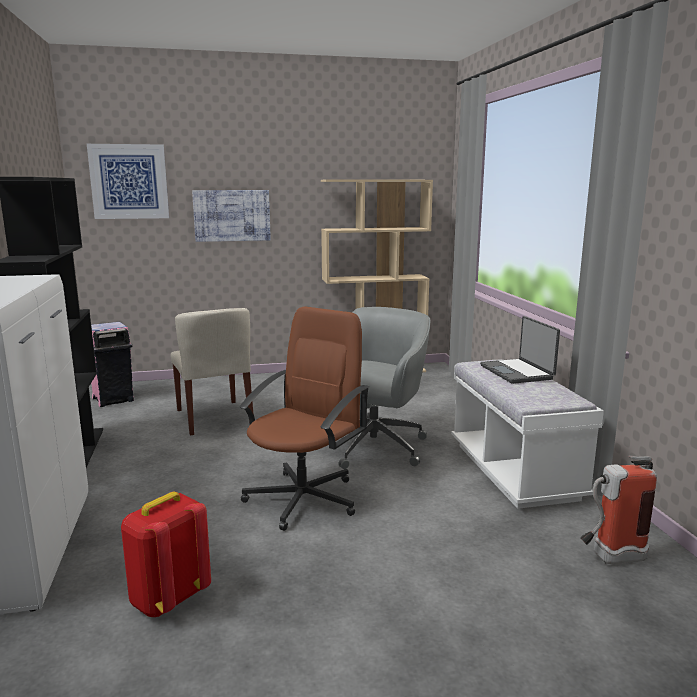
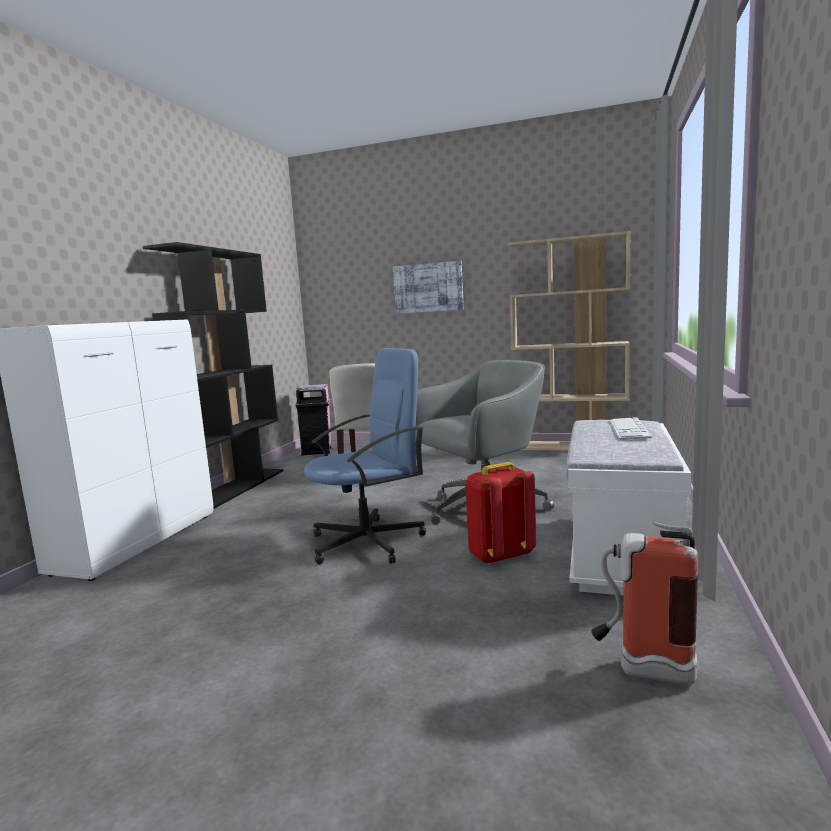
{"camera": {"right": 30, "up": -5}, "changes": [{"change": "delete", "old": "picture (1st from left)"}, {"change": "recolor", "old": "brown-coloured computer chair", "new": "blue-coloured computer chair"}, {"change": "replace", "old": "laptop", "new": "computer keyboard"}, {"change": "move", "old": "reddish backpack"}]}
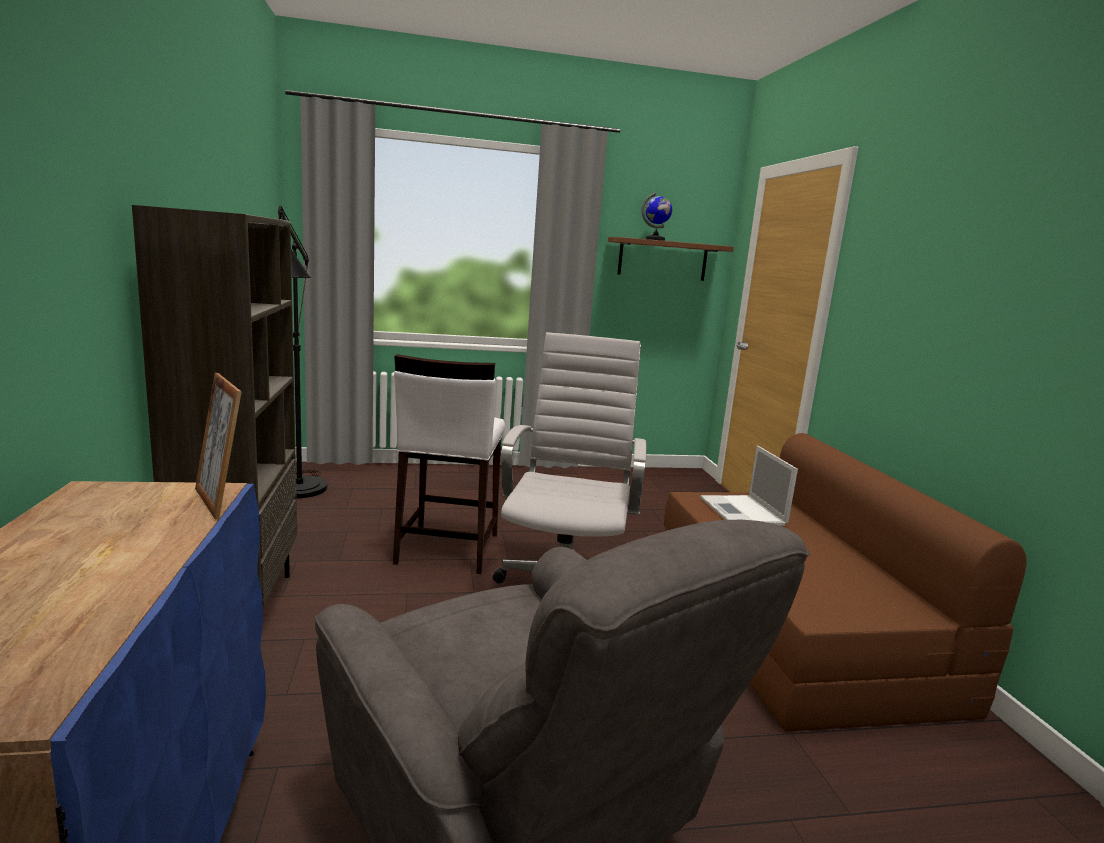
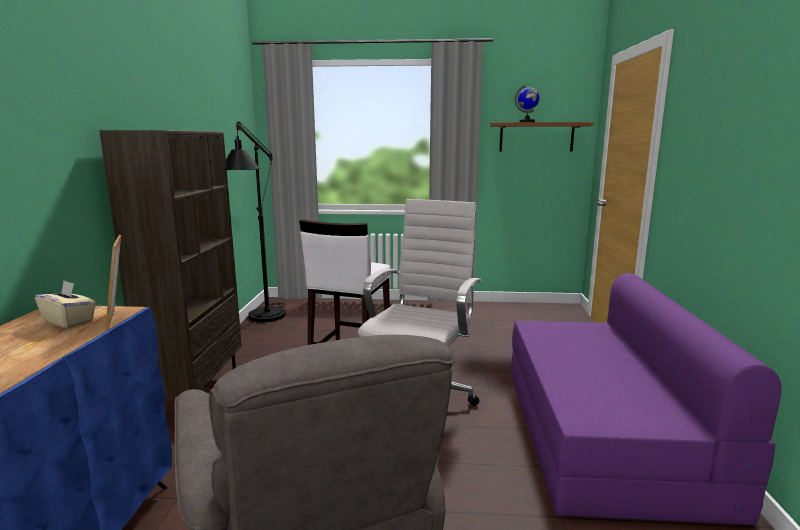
{"camera": {"right": 15, "up": 0}, "changes": [{"change": "recolor", "old": "brown-coloured sofa", "new": "purple-coloured sofa"}, {"change": "delete", "old": "laptop"}, {"change": "insert", "new": "beige-coloured box of tissues"}]}
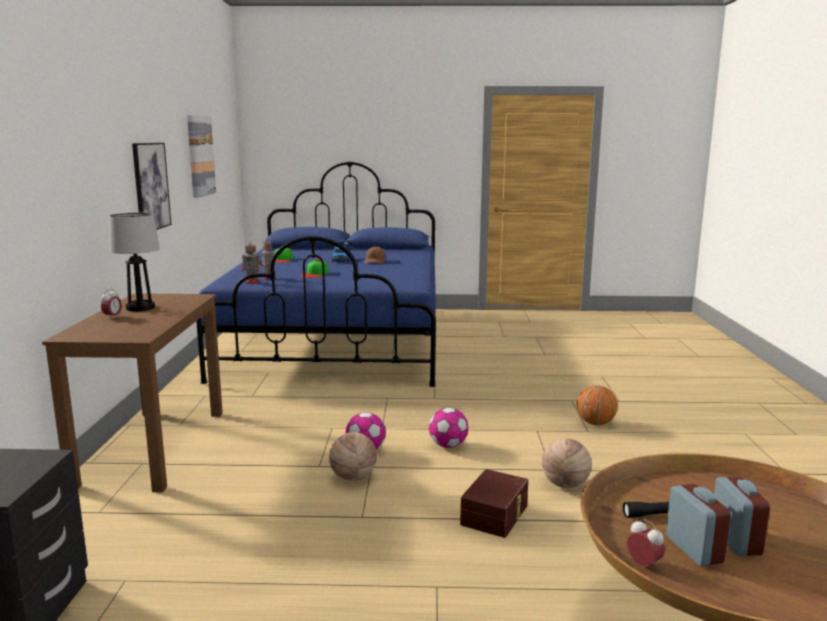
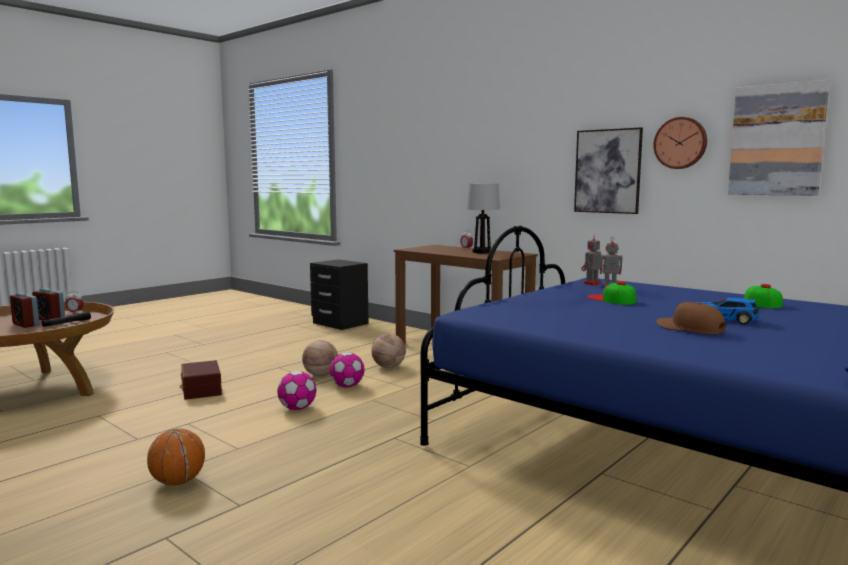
{"camera": {"right": 130, "up": -5}, "changes": [{"change": "move", "old": "ball for basketball (2nd from left in the first image)", "new": "ball for basketball (3rd from left)"}, {"change": "insert", "new": "hanging clock"}]}
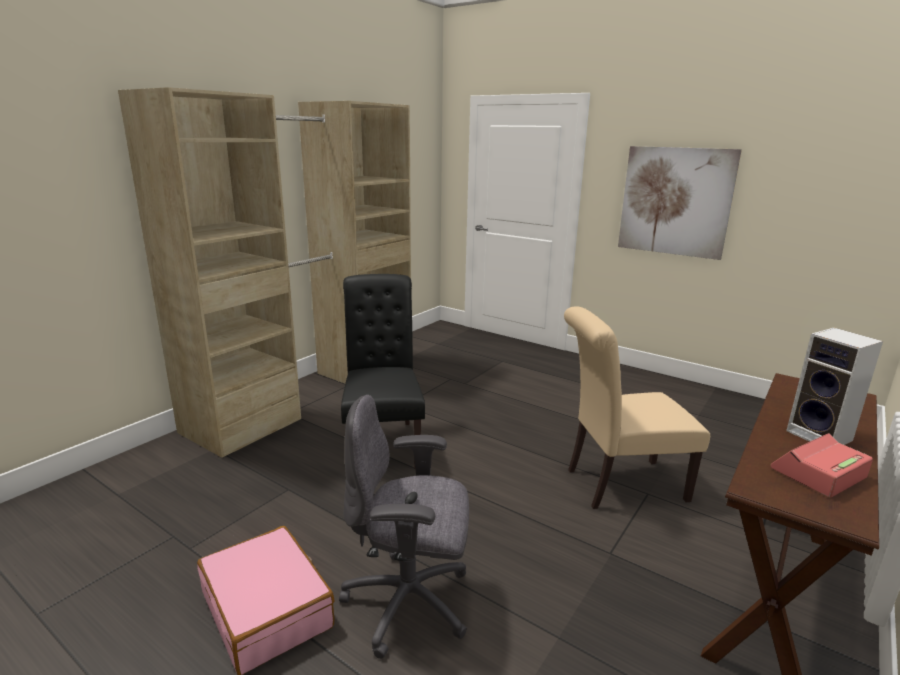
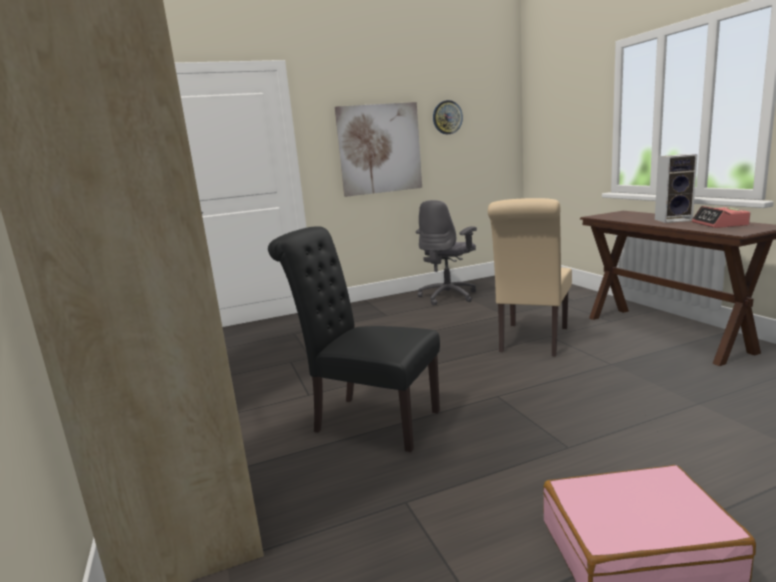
{"camera": {"right": -55, "up": -5}, "changes": [{"change": "move", "old": "gray computer chair"}, {"change": "insert", "new": "hanging clock"}]}
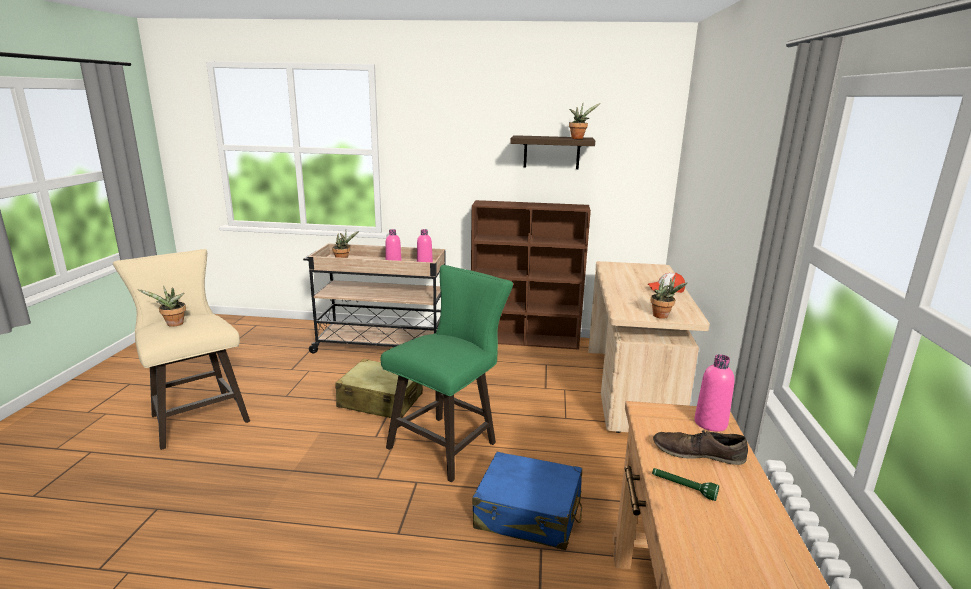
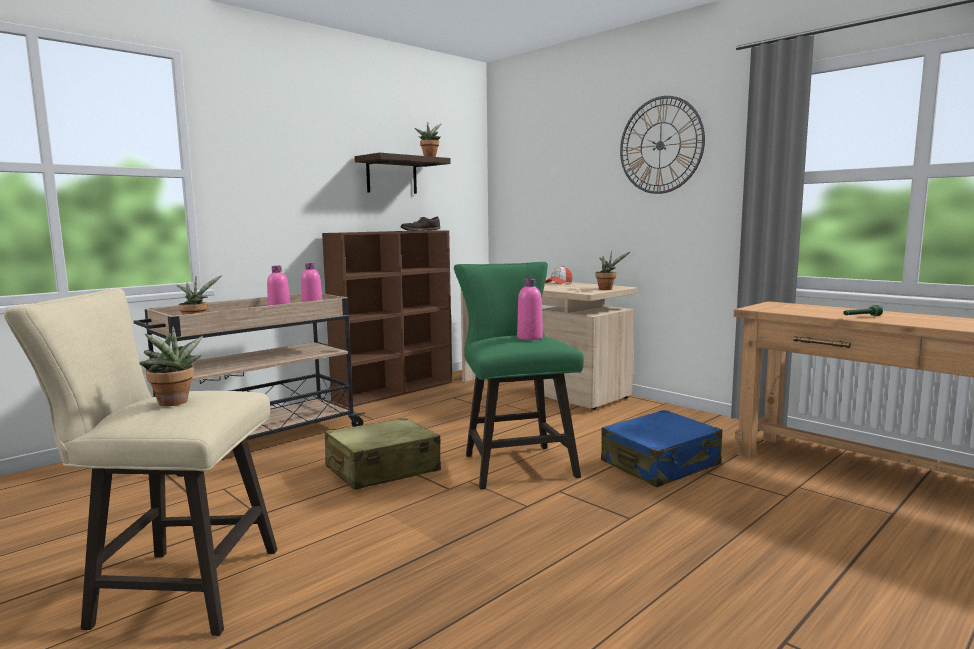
{"camera": {"right": -50, "up": -10}, "changes": [{"change": "move", "old": "pink-coloured drink bottle (3rd from left)"}, {"change": "move", "old": "brown-coloured item of footwear"}, {"change": "insert", "new": "hanging clock"}]}
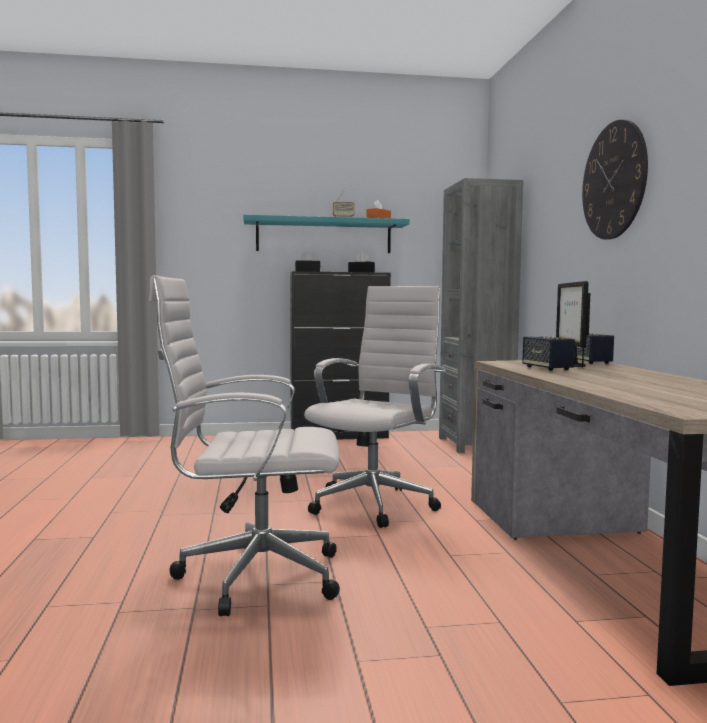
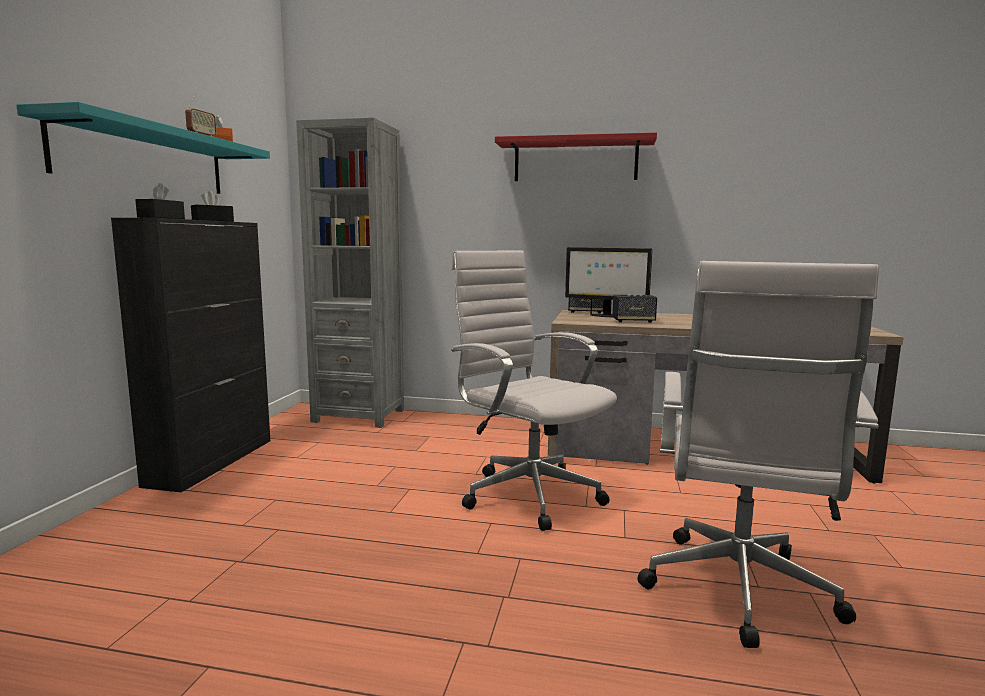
{"camera": {"right": -70, "up": 5}, "changes": [{"change": "replace", "old": "hanging clock", "new": "reddish bracket shelf"}]}
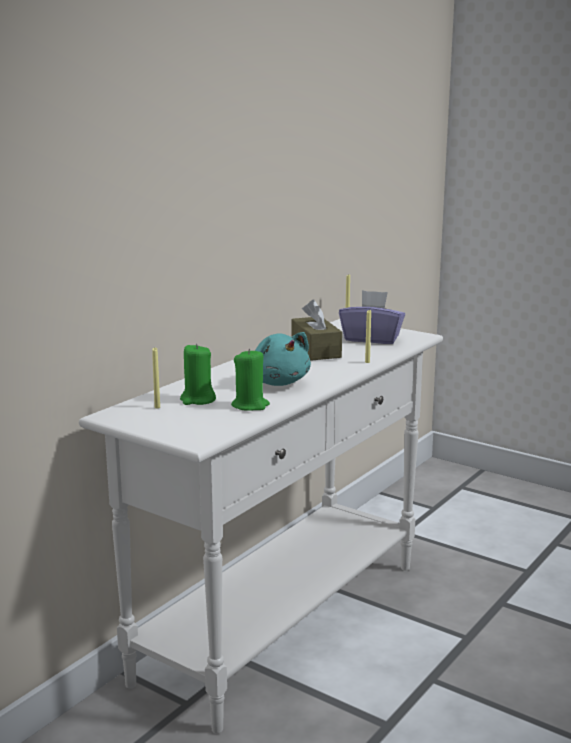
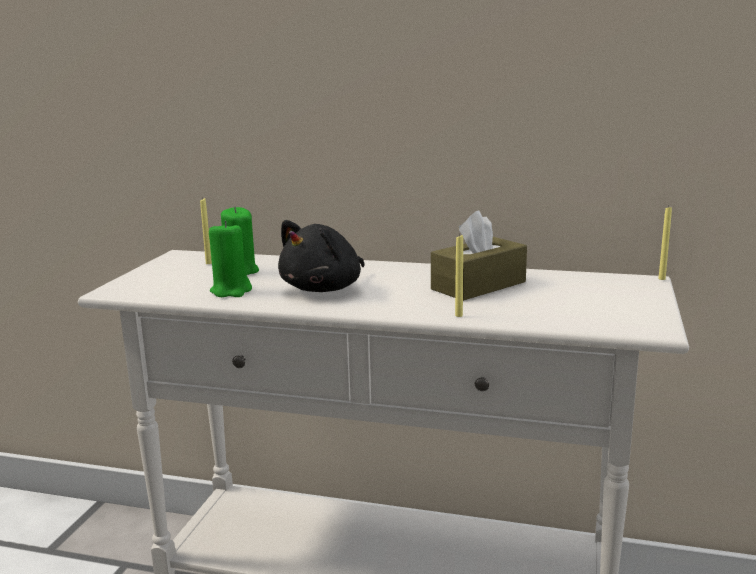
{"camera": {"right": 70, "up": 0}, "changes": [{"change": "delete", "old": "purple-coloured box of tissues"}, {"change": "recolor", "old": "blue-green soft toy", "new": "black-coloured soft toy"}]}
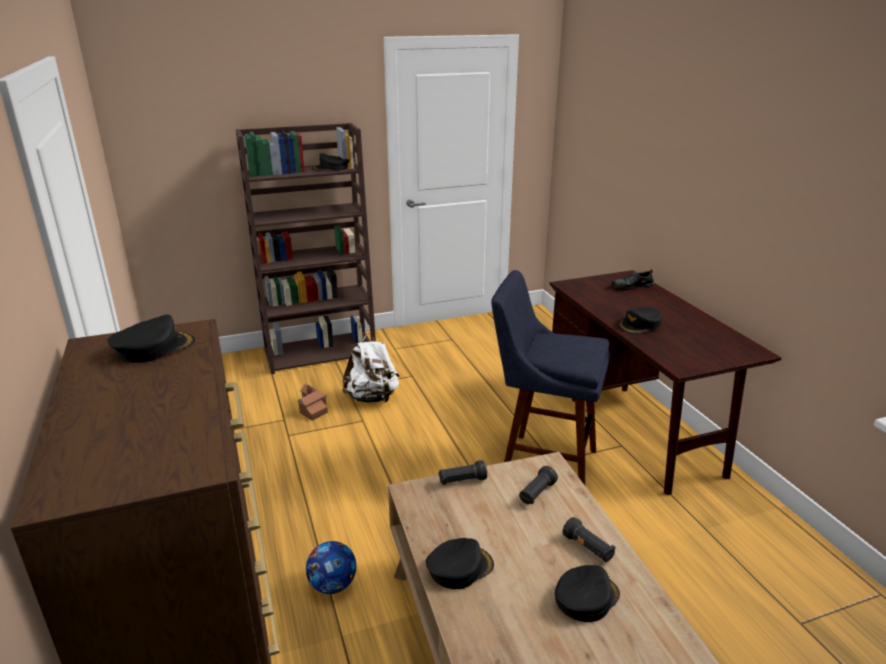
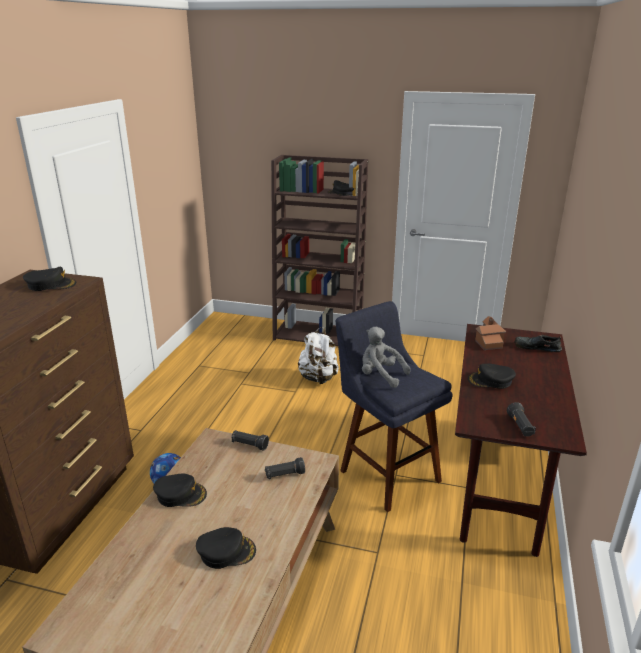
{"camera": {"right": 35, "up": 0}, "changes": [{"change": "move", "old": "miniature house"}, {"change": "move", "old": "black-coloured hand torch (3rd from left)"}, {"change": "insert", "new": "gray soft toy"}]}
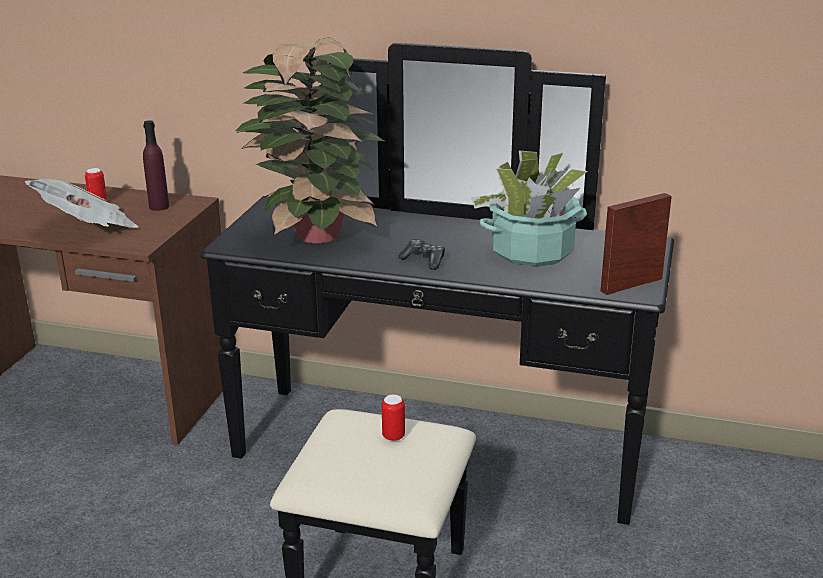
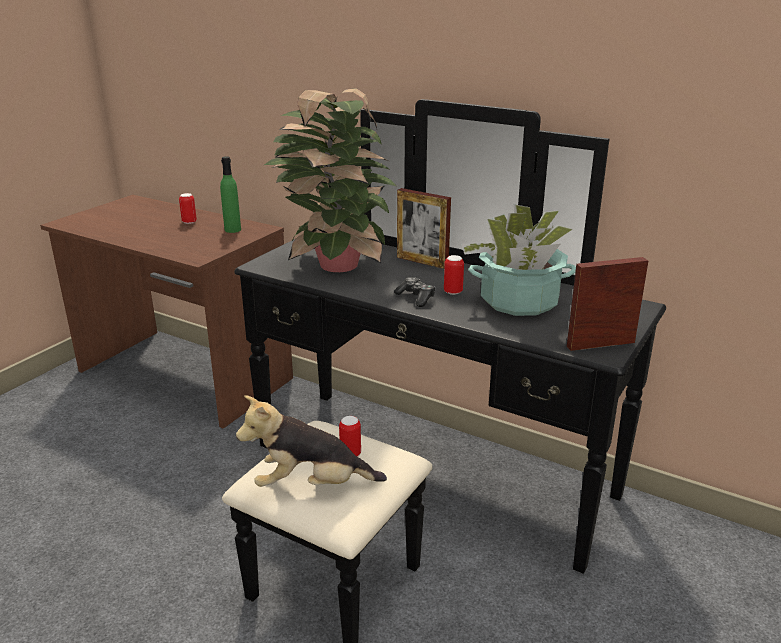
{"camera": {"right": 15, "up": 0}, "changes": [{"change": "recolor", "old": "purple-coloured drink bottle", "new": "green-coloured drink bottle"}, {"change": "delete", "old": "printed paper"}, {"change": "insert", "new": "picture frame (1st from left)"}, {"change": "insert", "new": "can (3rd from left)"}, {"change": "insert", "new": "soft toy"}]}
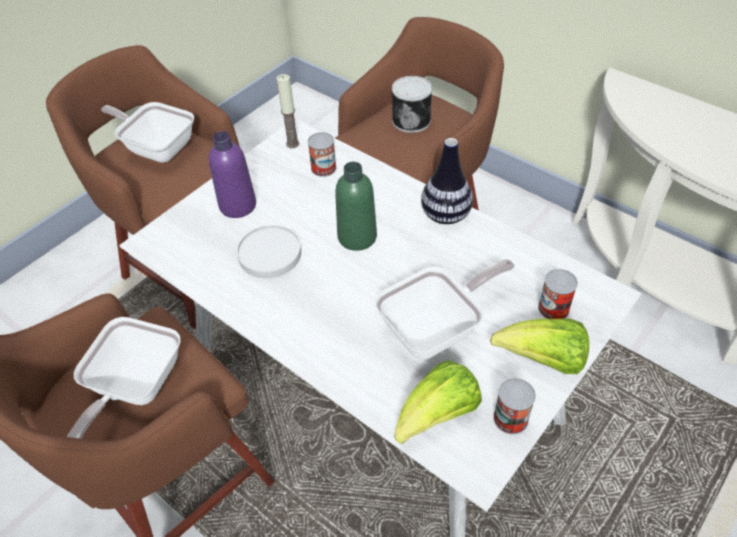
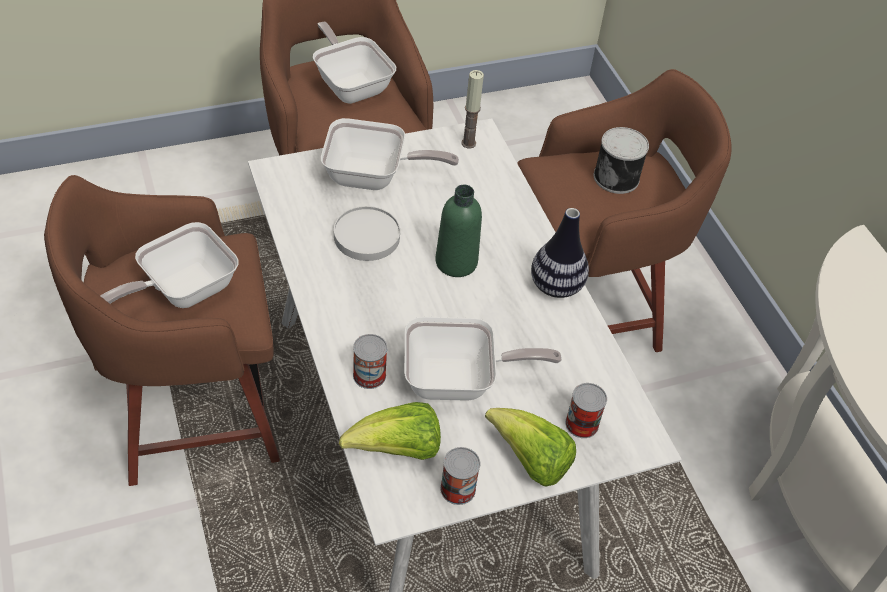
{"camera": {"right": 25, "up": 0}, "changes": [{"change": "replace", "old": "purple-coloured drink bottle", "new": "skillet (3rd from left)"}, {"change": "move", "old": "can (1st from left)"}]}
